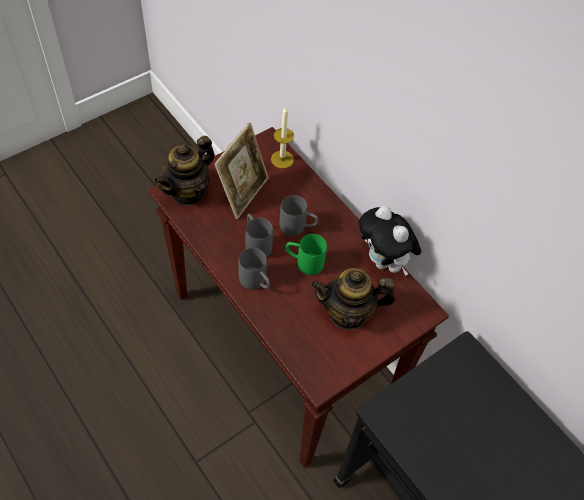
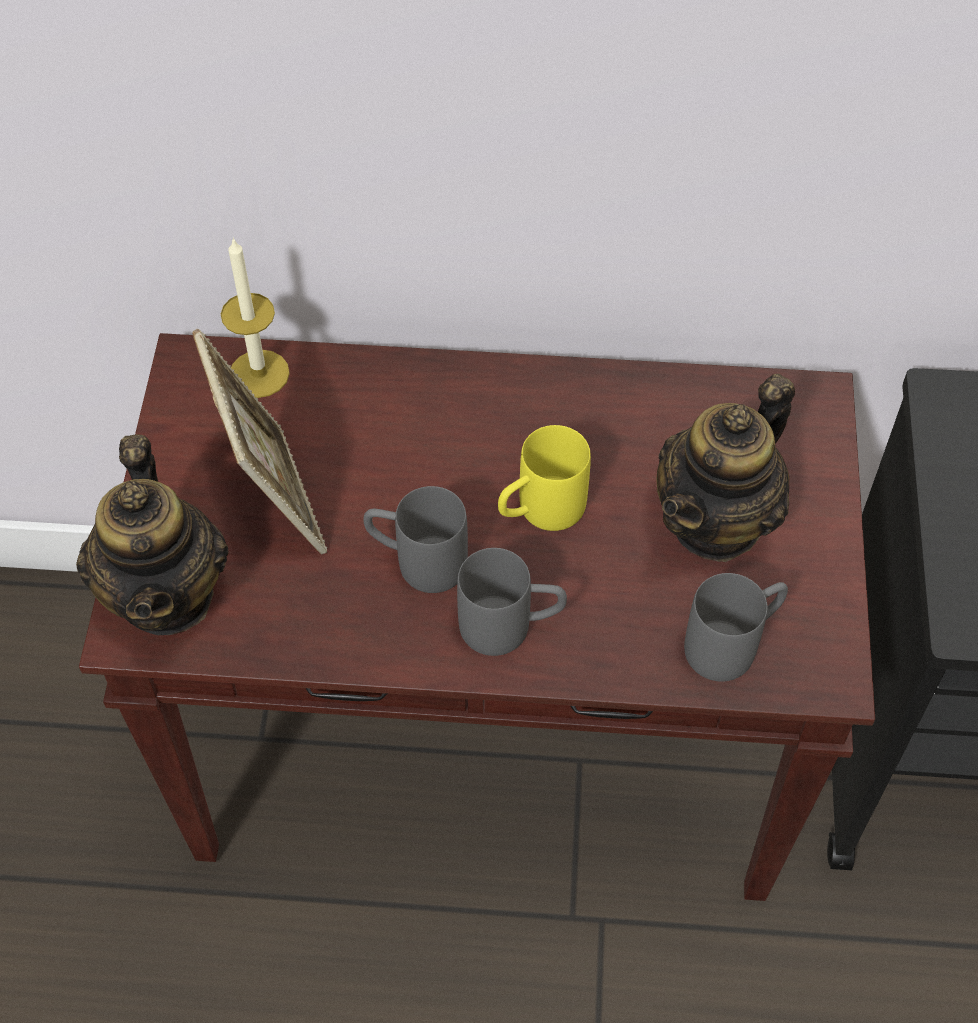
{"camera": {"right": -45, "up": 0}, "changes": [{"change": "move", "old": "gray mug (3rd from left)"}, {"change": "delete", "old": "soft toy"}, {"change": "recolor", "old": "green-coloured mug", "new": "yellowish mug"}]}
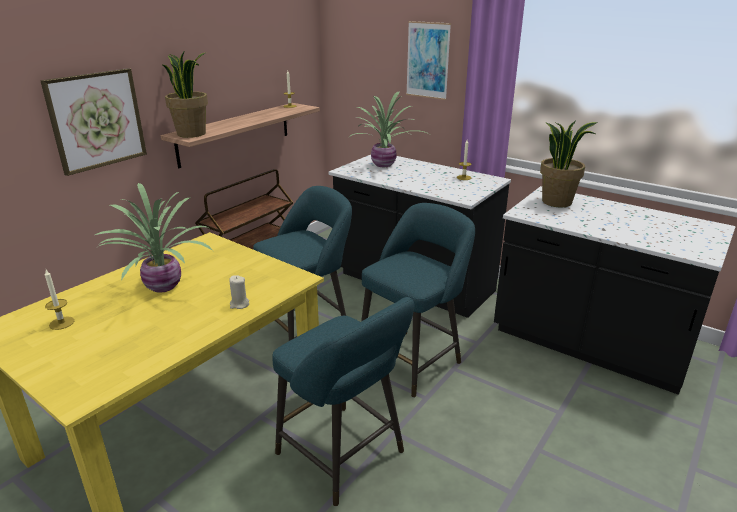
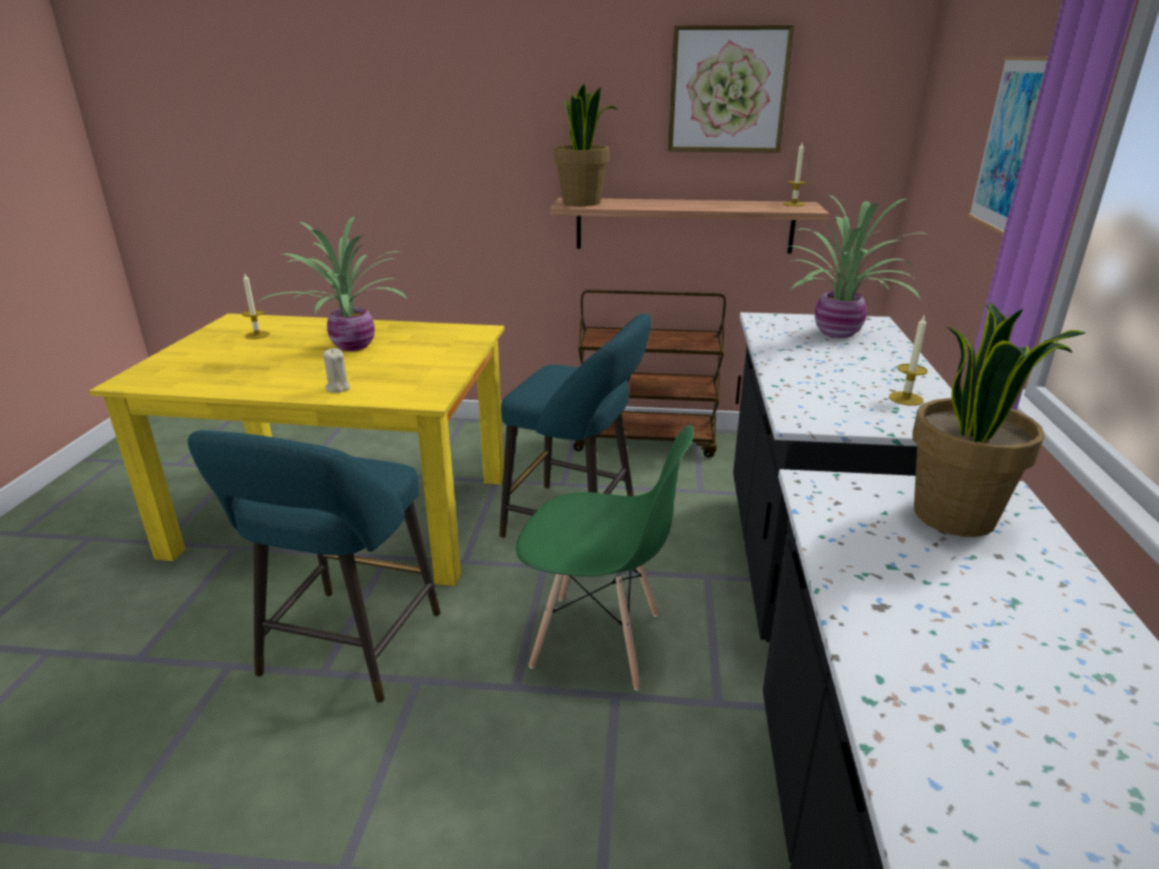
{"camera": {"right": 60, "up": 0}, "changes": [{"change": "move", "old": "picture (1st from left)"}, {"change": "replace", "old": "blue-green stool seat (3rd from left)", "new": "green-coloured plain chair"}]}
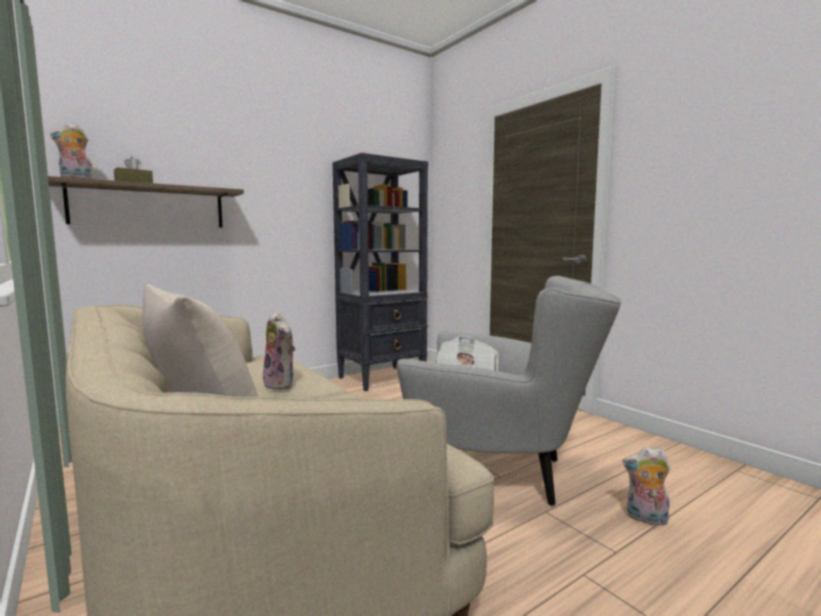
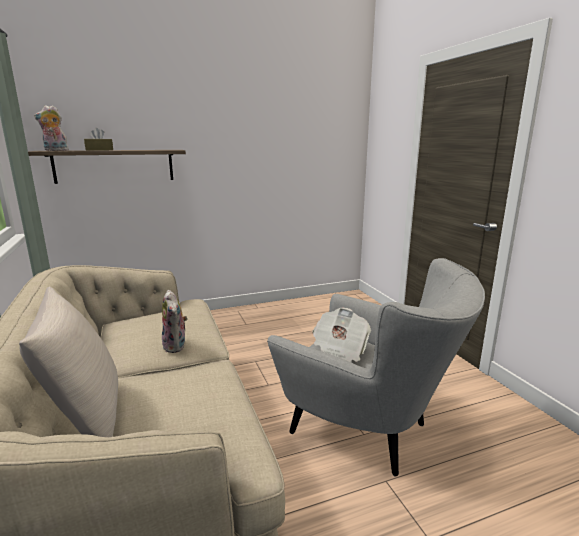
{"camera": {"right": 15, "up": 10}, "changes": [{"change": "delete", "old": "black-coloured shelving unit"}, {"change": "delete", "old": "soft toy (3rd from left)"}]}
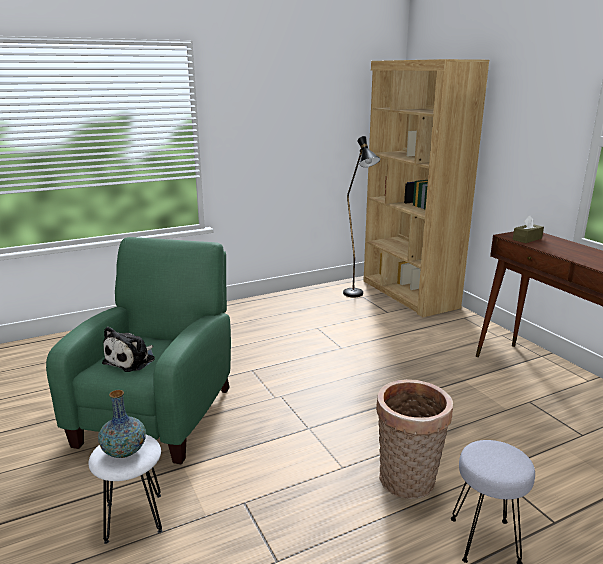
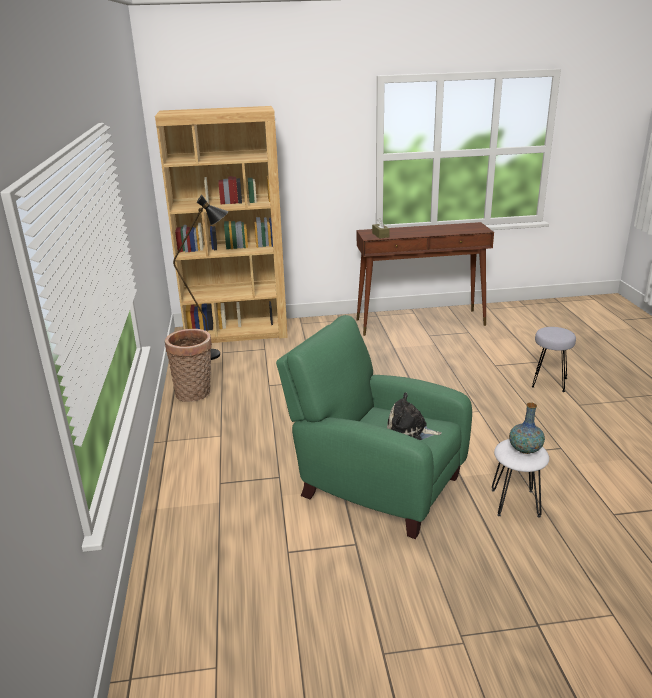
{"camera": {"right": -70, "up": 5}, "changes": [{"change": "rotate", "old": "soft toy", "degrees": 150}, {"change": "move", "old": "household basket"}]}
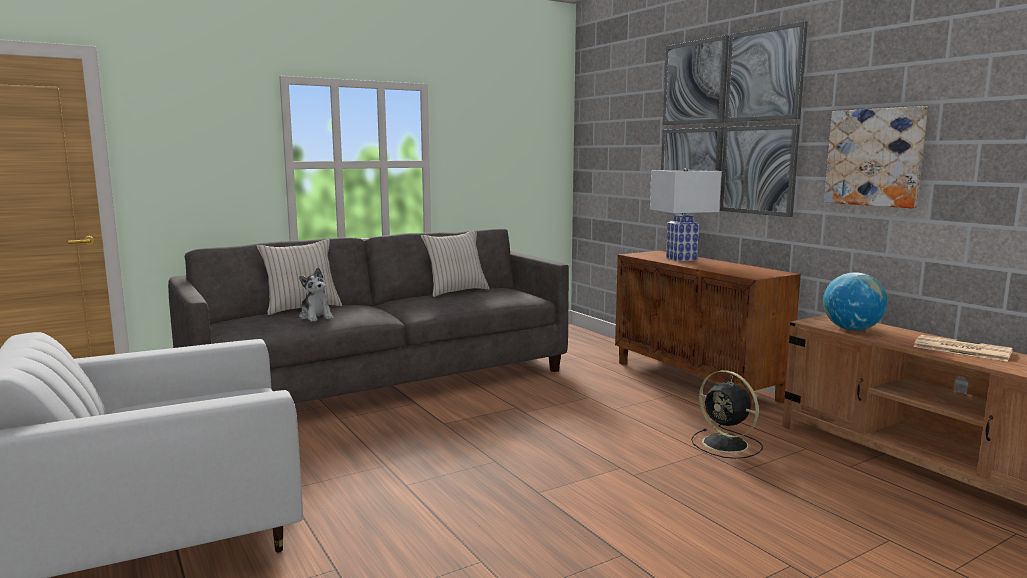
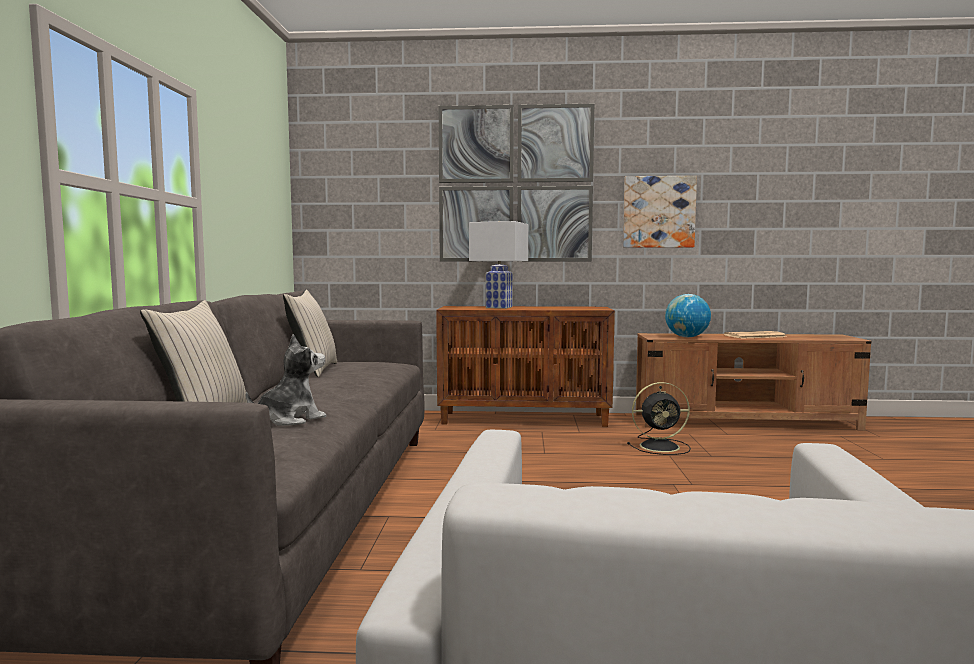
{"camera": {"right": -55, "up": -5}, "changes": [{"change": "rotate", "old": "soft toy", "degrees": -45}]}
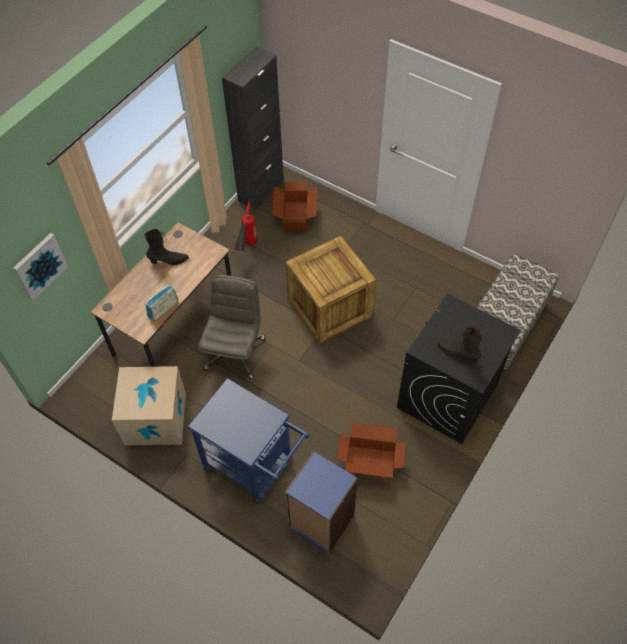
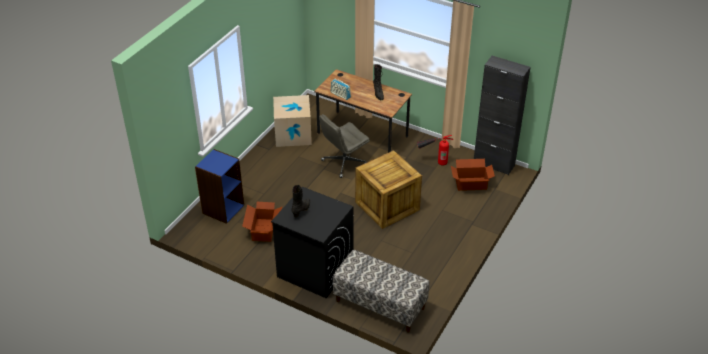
{"camera": {"right": 85, "up": -15}, "changes": [{"change": "delete", "old": "picture"}, {"change": "rotate", "old": "gray computer chair", "degrees": 135}, {"change": "delete", "old": "blue-coloured trolley"}]}
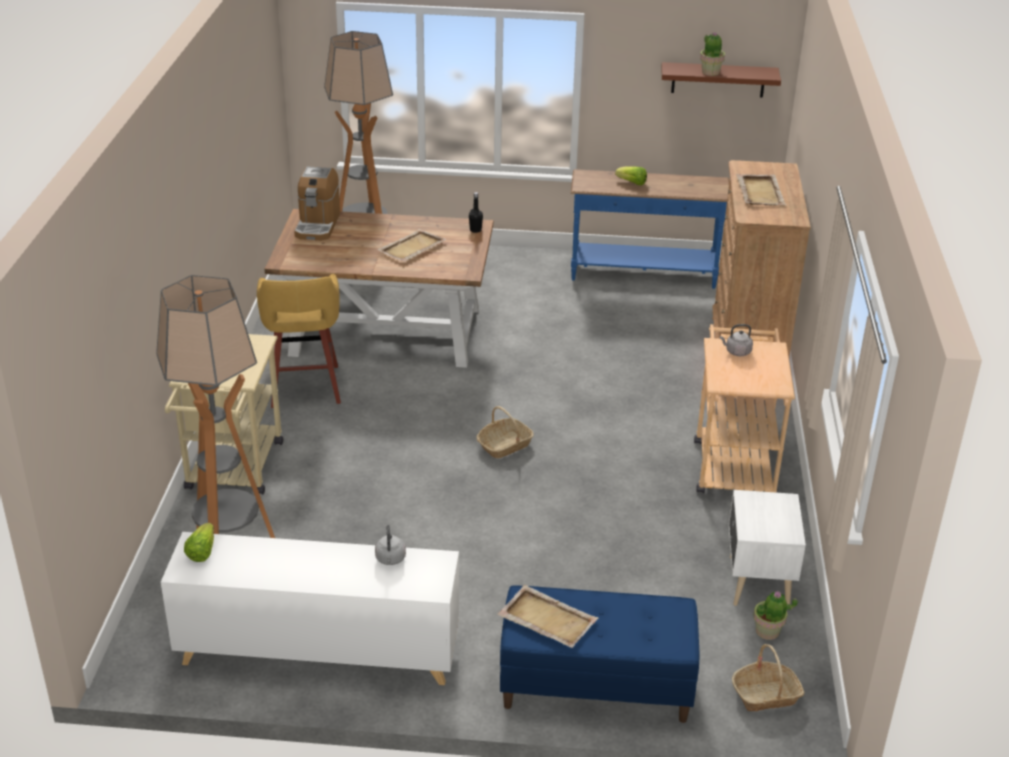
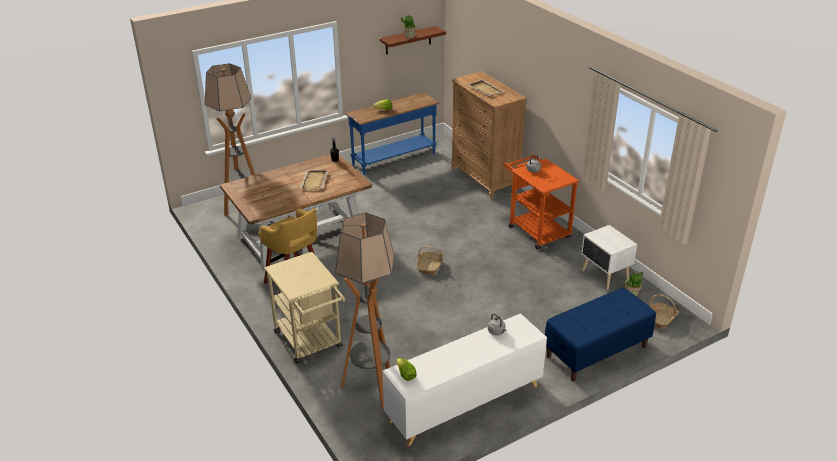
{"camera": {"right": -35, "up": 0}, "changes": [{"change": "delete", "old": "coffee brewer"}, {"change": "recolor", "old": "beige-coloured trolley (2nd from left)", "new": "orange-coloured trolley"}, {"change": "delete", "old": "beige-coloured serving tray (2nd from left)"}]}
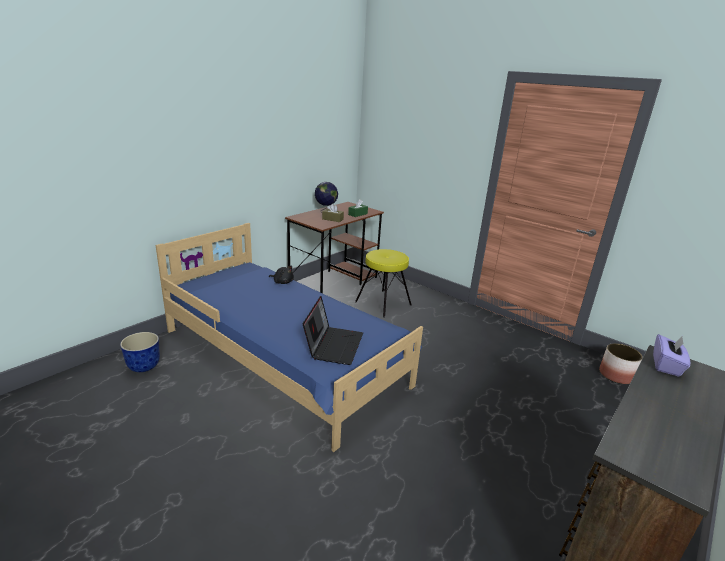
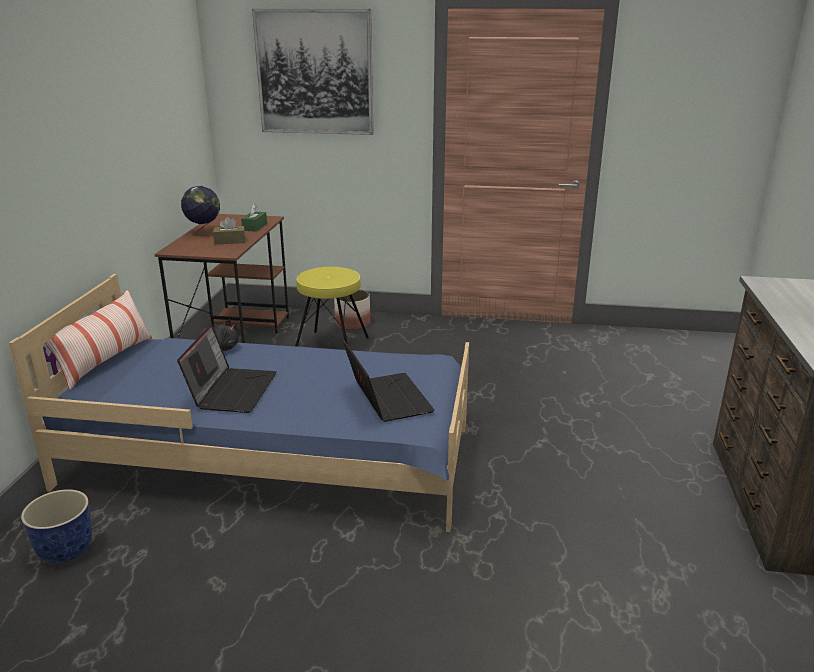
{"camera": {"right": -30, "up": 0}, "changes": [{"change": "delete", "old": "purple-coloured box of tissues"}, {"change": "move", "old": "planter (2nd from left)"}, {"change": "insert", "new": "picture"}, {"change": "insert", "new": "throw pillow"}, {"change": "insert", "new": "laptop (1st from left)"}]}
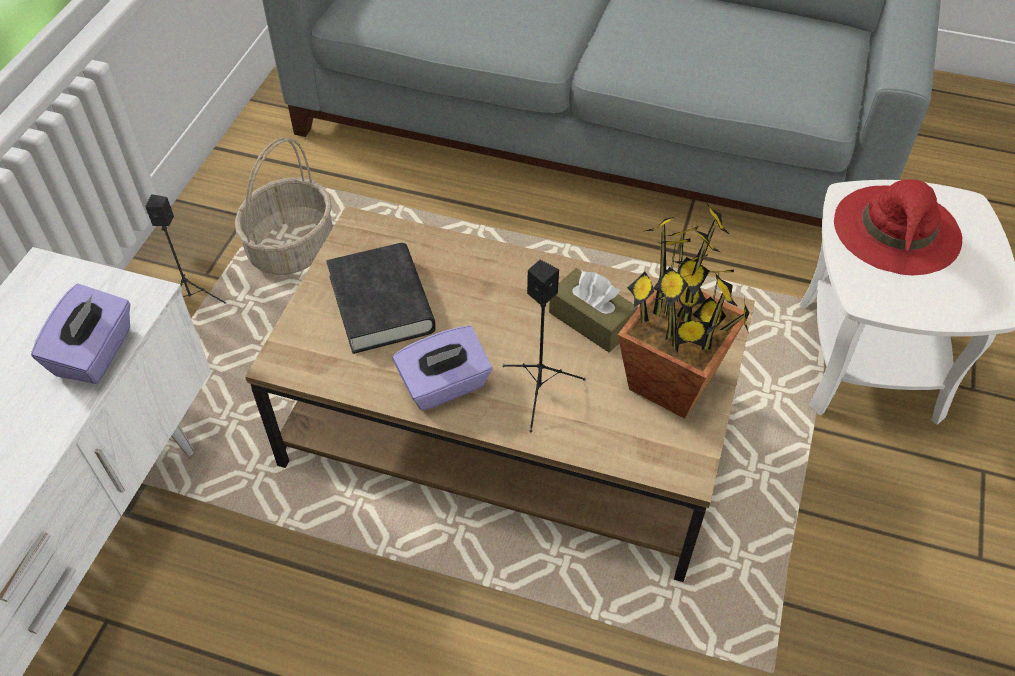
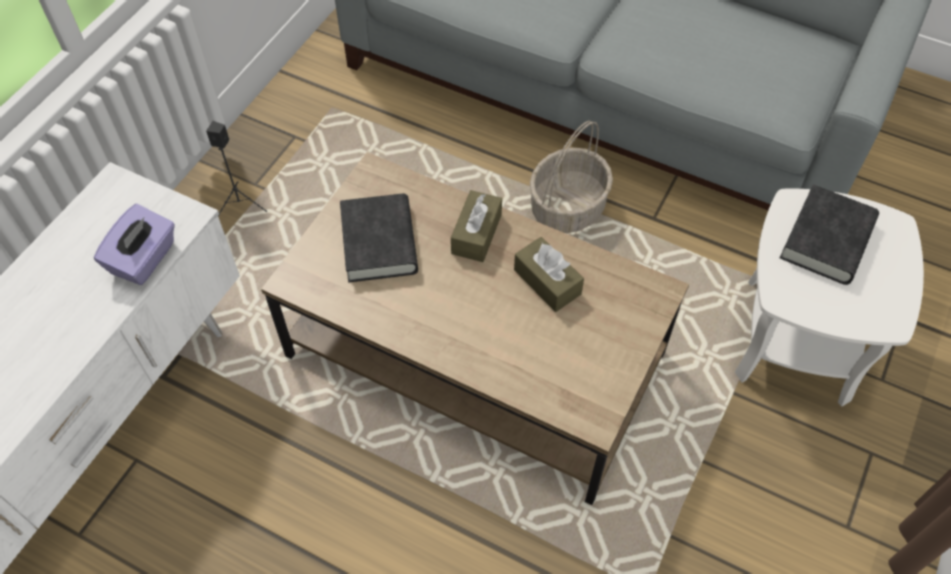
{"camera": {"right": 10, "up": 5}, "changes": [{"change": "move", "old": "household basket"}, {"change": "replace", "old": "reddish hat", "new": "black-coloured volume (2nd from left)"}, {"change": "delete", "old": "plant in a pot"}, {"change": "delete", "old": "black-coloured loudspeaker (2nd from left)"}, {"change": "delete", "old": "purple-coloured box of tissues (2nd from left)"}, {"change": "insert", "new": "brown-coloured box of tissues (1st from left)"}]}
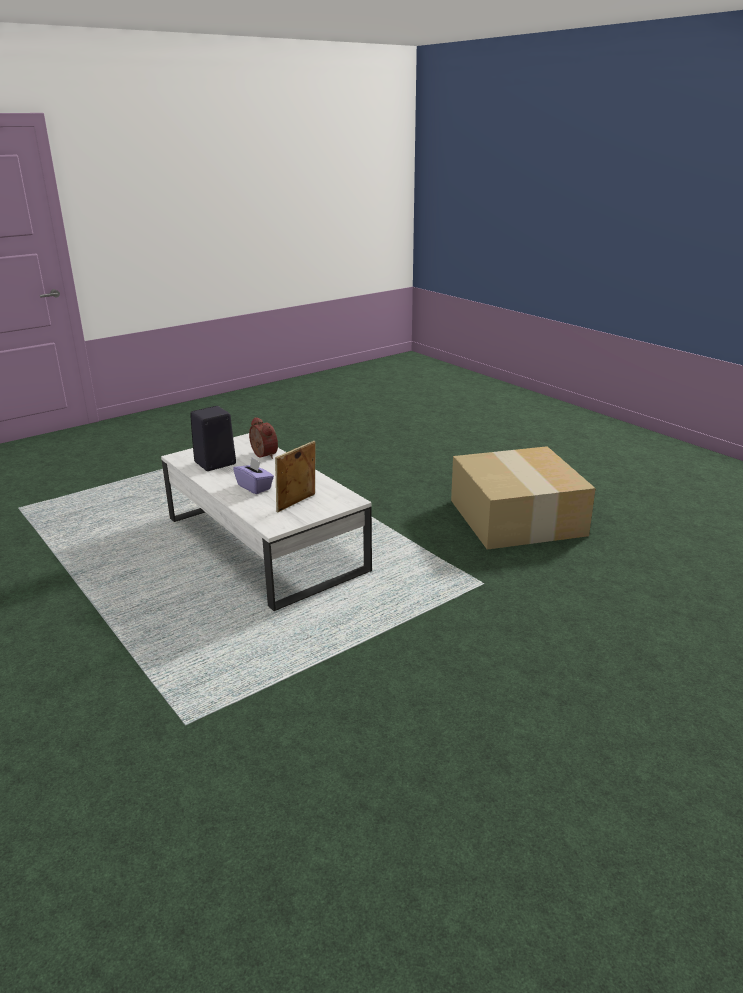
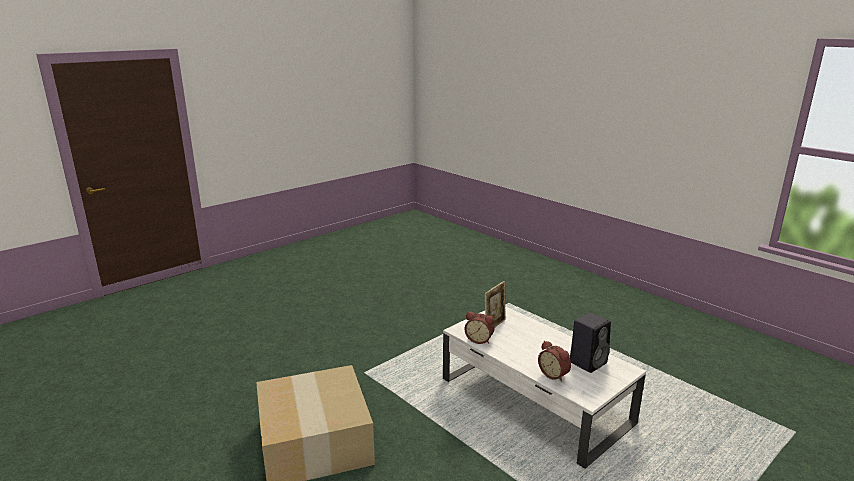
{"camera": {"right": 175, "up": -5}, "changes": [{"change": "delete", "old": "purple-coloured box of tissues"}, {"change": "insert", "new": "table clock (1st from left)"}]}
